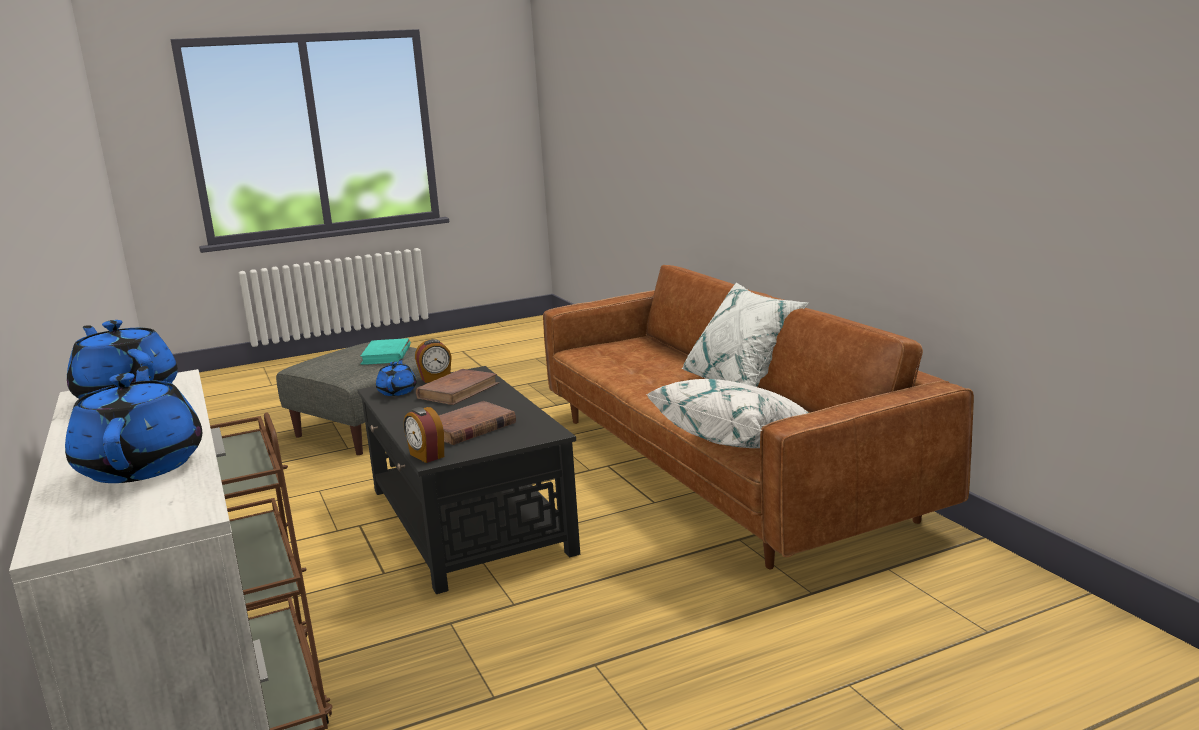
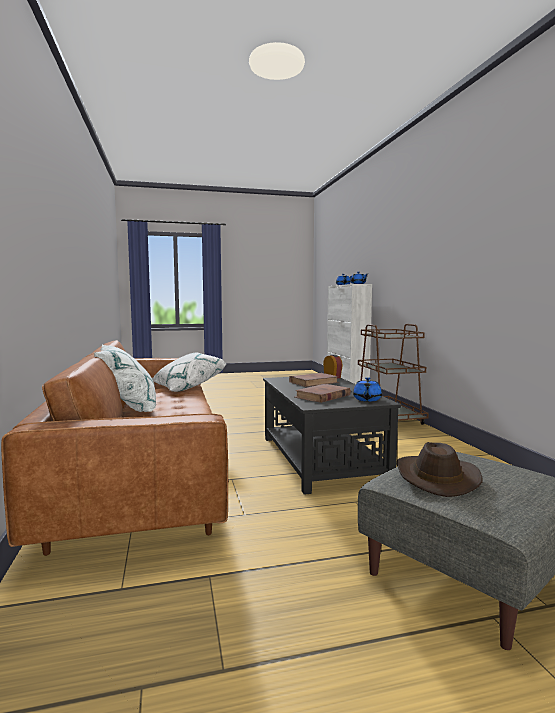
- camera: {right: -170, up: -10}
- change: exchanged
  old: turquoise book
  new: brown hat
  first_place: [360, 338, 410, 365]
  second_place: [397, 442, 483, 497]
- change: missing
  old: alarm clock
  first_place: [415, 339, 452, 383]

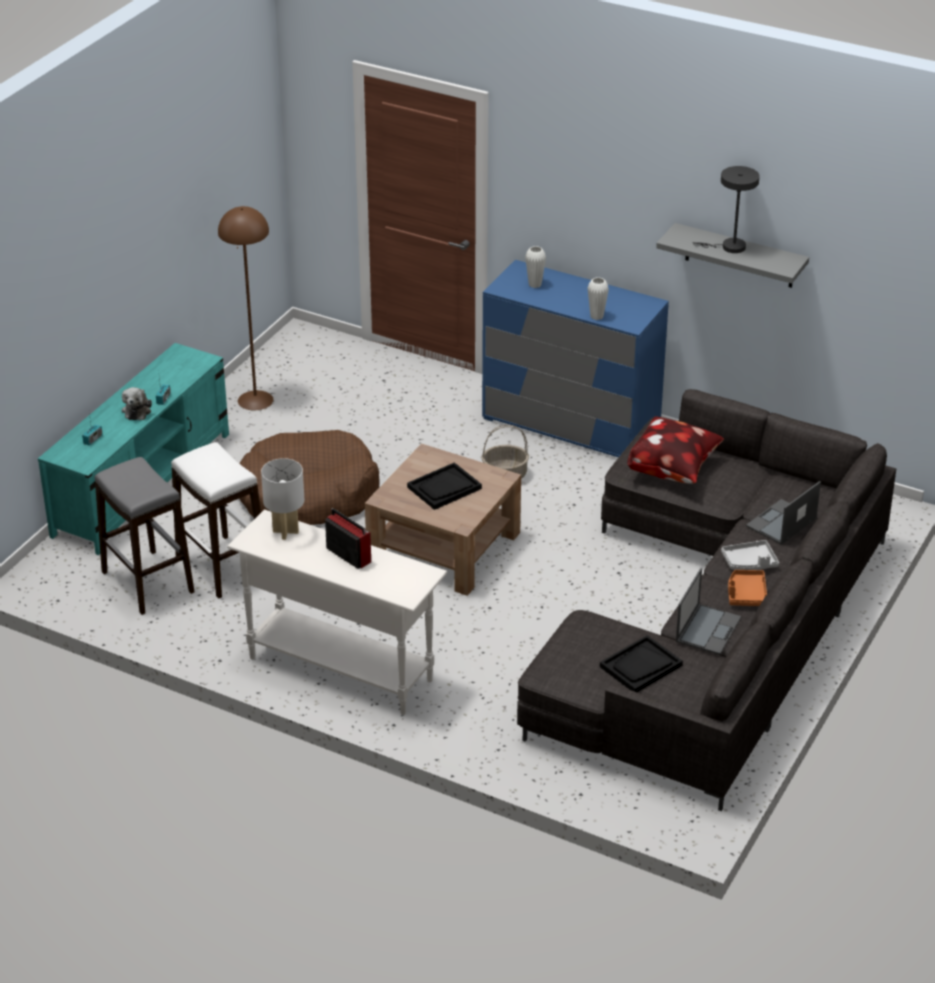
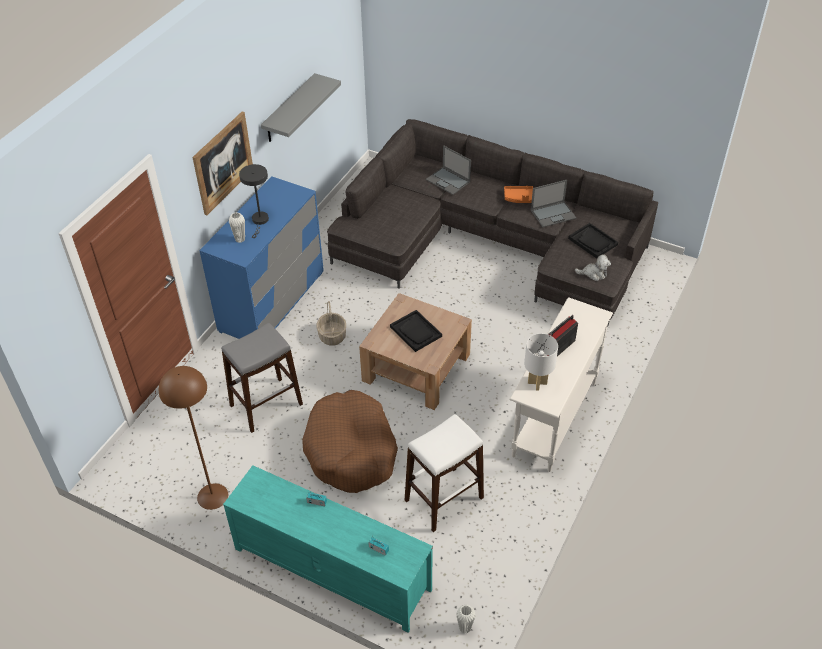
- camera: {right: -90, up: 10}
- change: appeared
  new: picture
  second_place: [192, 111, 253, 215]
- change: relocated
  old: grey stool
  first_place: [95, 457, 194, 615]
  second_place: [221, 323, 303, 433]
- change: relocated
  old: grey table lamp
  first_place: [693, 166, 760, 253]
  second_place: [239, 164, 269, 238]
- change: relocated
  old: white vase
  first_place: [588, 278, 609, 320]
  second_place: [456, 605, 476, 634]
- change: spun
  old: laptop
  first_place: [676, 568, 741, 655]
  second_place: [531, 180, 576, 227]
  degrees: 135
- change: relocated
  old: plush toy
  first_place: [122, 387, 152, 420]
  second_place: [575, 254, 611, 281]
- change: missing
  old: pillow
  first_place: [627, 416, 724, 484]
- change: missing
  old: grey tray
  first_place: [721, 540, 779, 570]

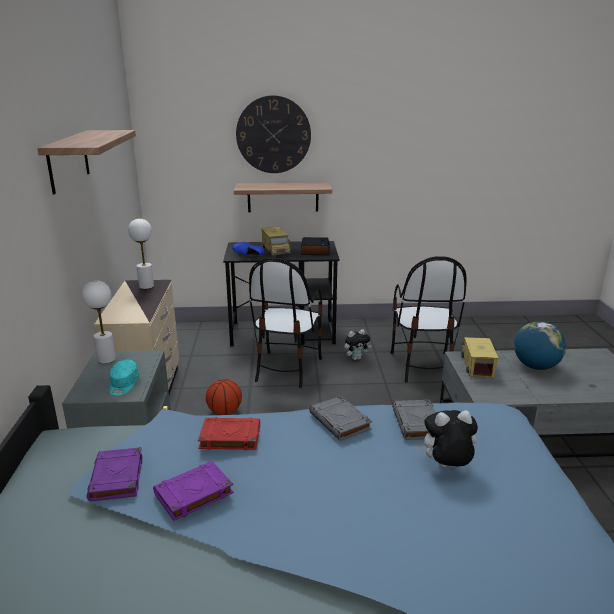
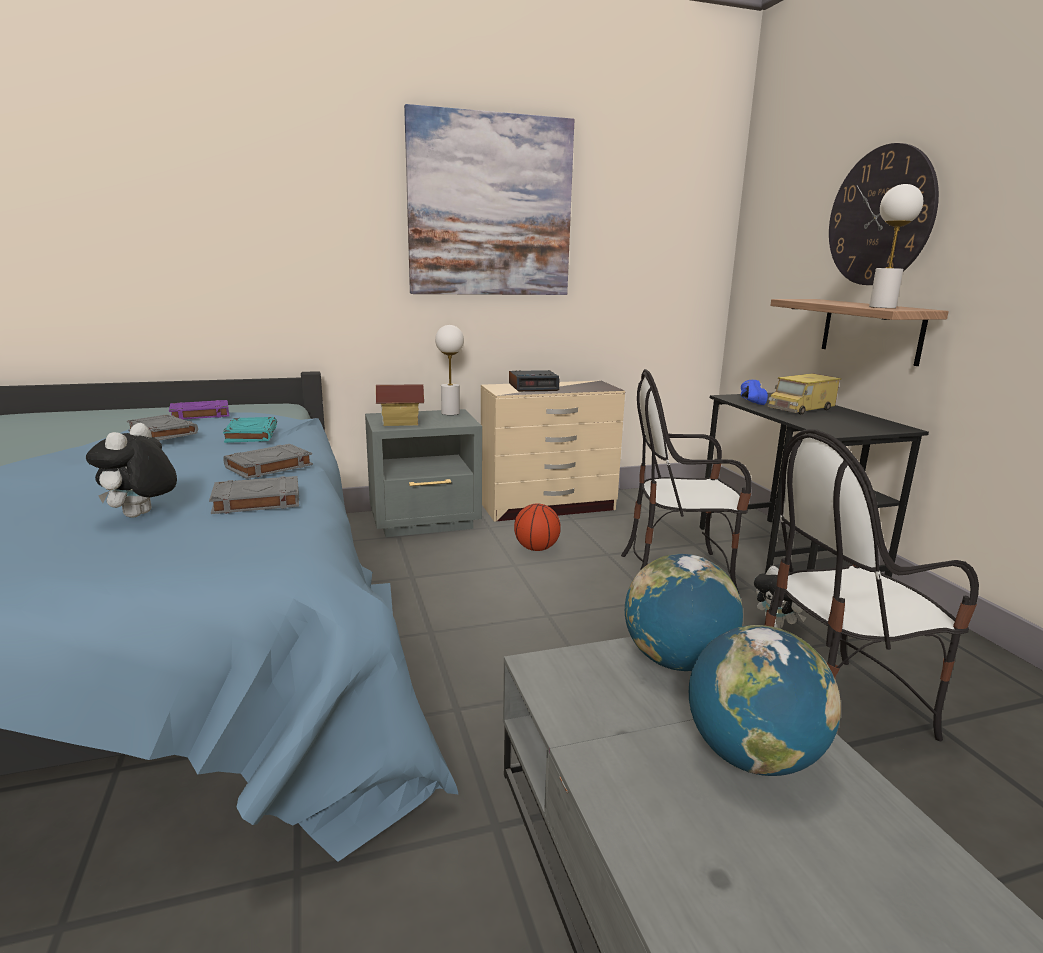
- camera: {right: 75, up: -5}
- change: spun
  old: plush toy
  first_place: [417, 410, 478, 467]
  second_place: [86, 423, 177, 518]
  degrees: -150
- change: colour
  old: purple book
  new: grey book
  first_place: [153, 461, 234, 521]
  second_place: [127, 414, 198, 441]
- change: colour
  old: red book
  new: turquoise book
  first_place: [198, 417, 260, 450]
  second_place: [223, 417, 277, 443]
- change: exchanged
  old: turquoise cap
  new: toy house
  first_place: [110, 360, 140, 396]
  second_place: [376, 384, 424, 426]
- change: exchanged
  old: shelf
  new: picture
  first_place: [37, 130, 136, 195]
  second_place: [404, 104, 575, 295]
- change: relocated
  old: alarm clock
  first_place: [301, 237, 330, 255]
  second_place: [509, 370, 560, 392]
- change: exchanged
  old: toy truck
  new: globe
  first_place: [461, 337, 499, 377]
  second_place: [625, 554, 743, 671]
- change: relocated
  old: white table lamp
  first_place: [128, 219, 154, 289]
  second_place: [869, 184, 923, 308]

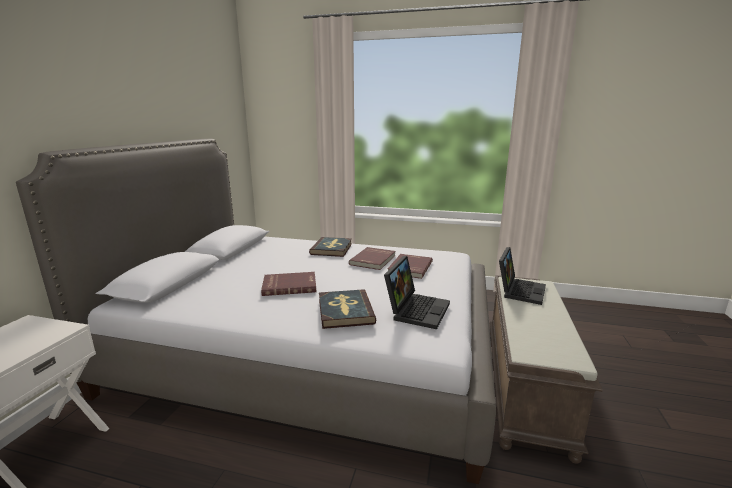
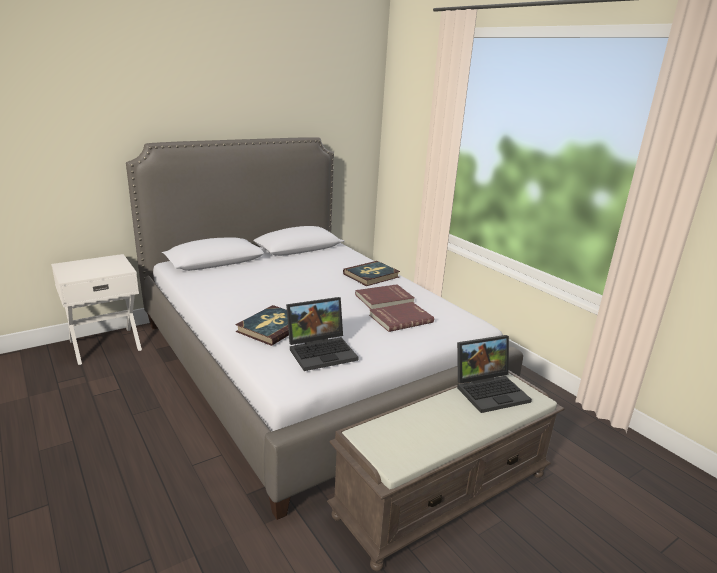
- camera: {right: 40, up: 5}
- change: missing
  old: red book
  first_place: [261, 272, 316, 296]

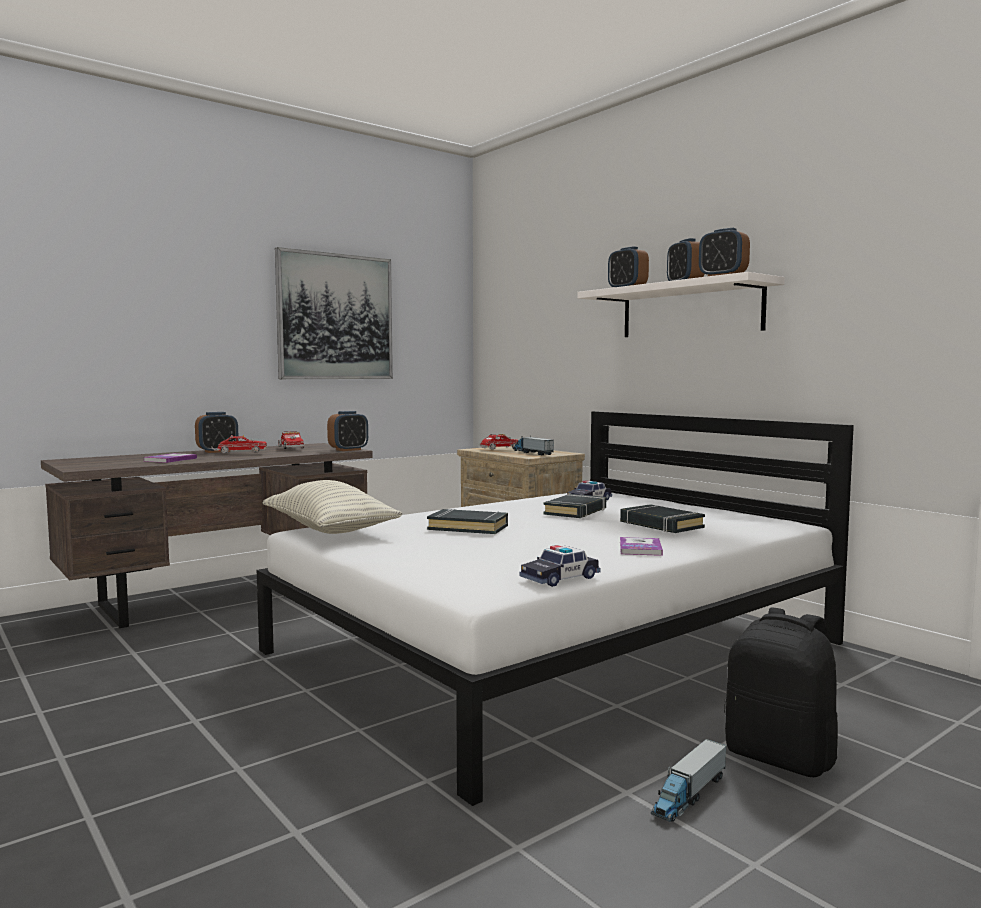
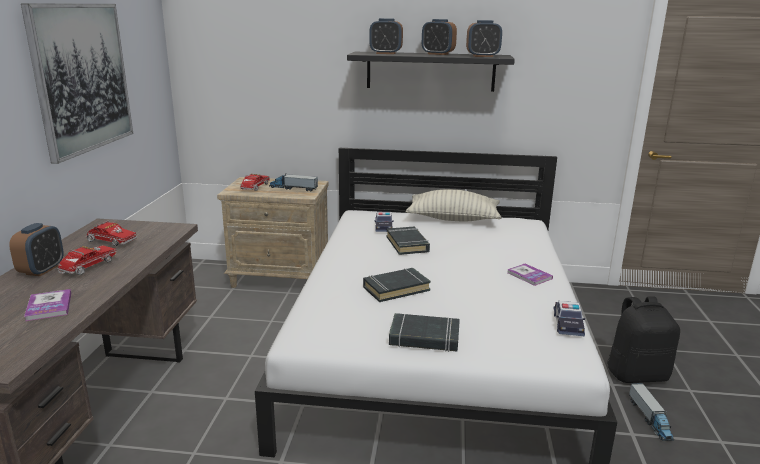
- camera: {right: -45, up: 15}
- change: colour
  old: white shelf
  new: black shelf
  first_place: [577, 272, 785, 337]
  second_place: [347, 52, 515, 92]
- change: relocated
  old: black book
  first_place: [620, 504, 705, 533]
  second_place: [389, 313, 460, 352]
- change: relocated
  old: pillow
  first_place: [263, 480, 402, 534]
  second_place: [405, 189, 501, 221]
- change: missing
  old: alarm clock
  first_place: [327, 411, 368, 451]

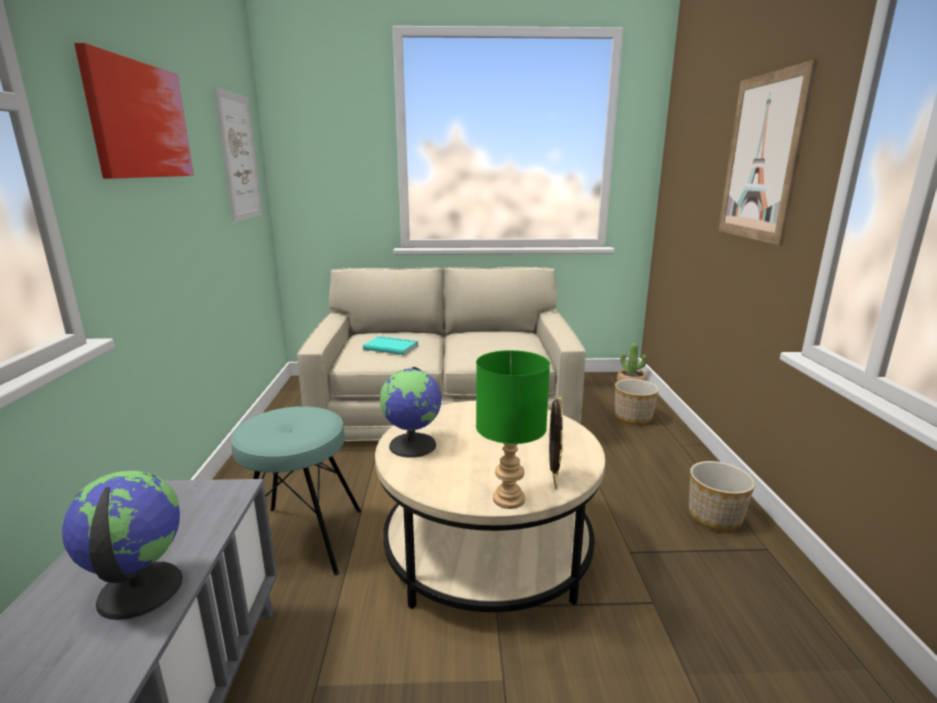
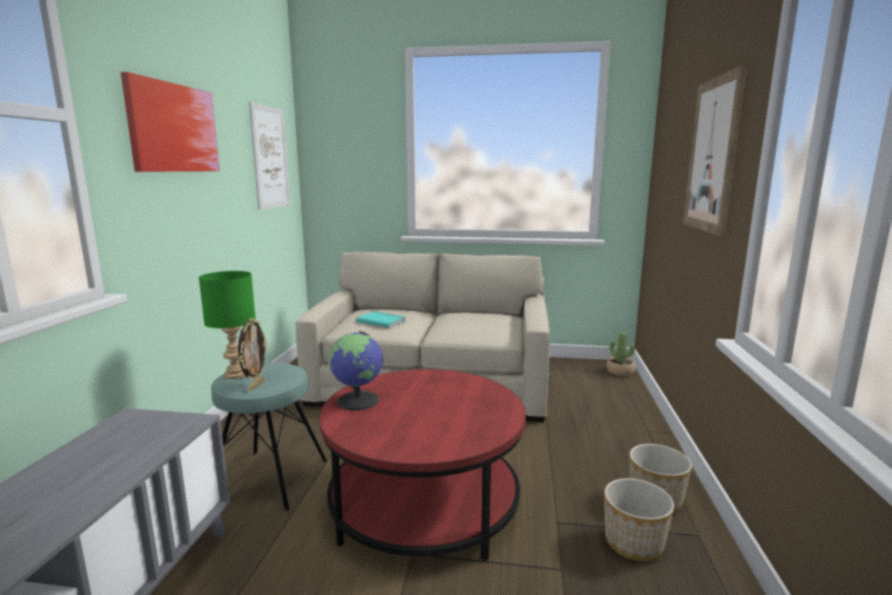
- camera: {right: 10, up: -5}
- change: relocated
  old: green table lamp
  first_place: [476, 350, 550, 509]
  second_place: [199, 271, 256, 379]
- change: relocated
  old: picture frame
  first_place: [549, 396, 563, 489]
  second_place: [238, 318, 268, 391]
- change: colour
  old: beige coffee table
  new: red coffee table
  first_place: [375, 401, 605, 612]
  second_place: [319, 369, 526, 562]
- change: relocated
  old: planter
  first_place: [615, 379, 659, 425]
  second_place: [604, 478, 674, 561]
- change: missing
  old: globe
  first_place: [62, 471, 183, 620]

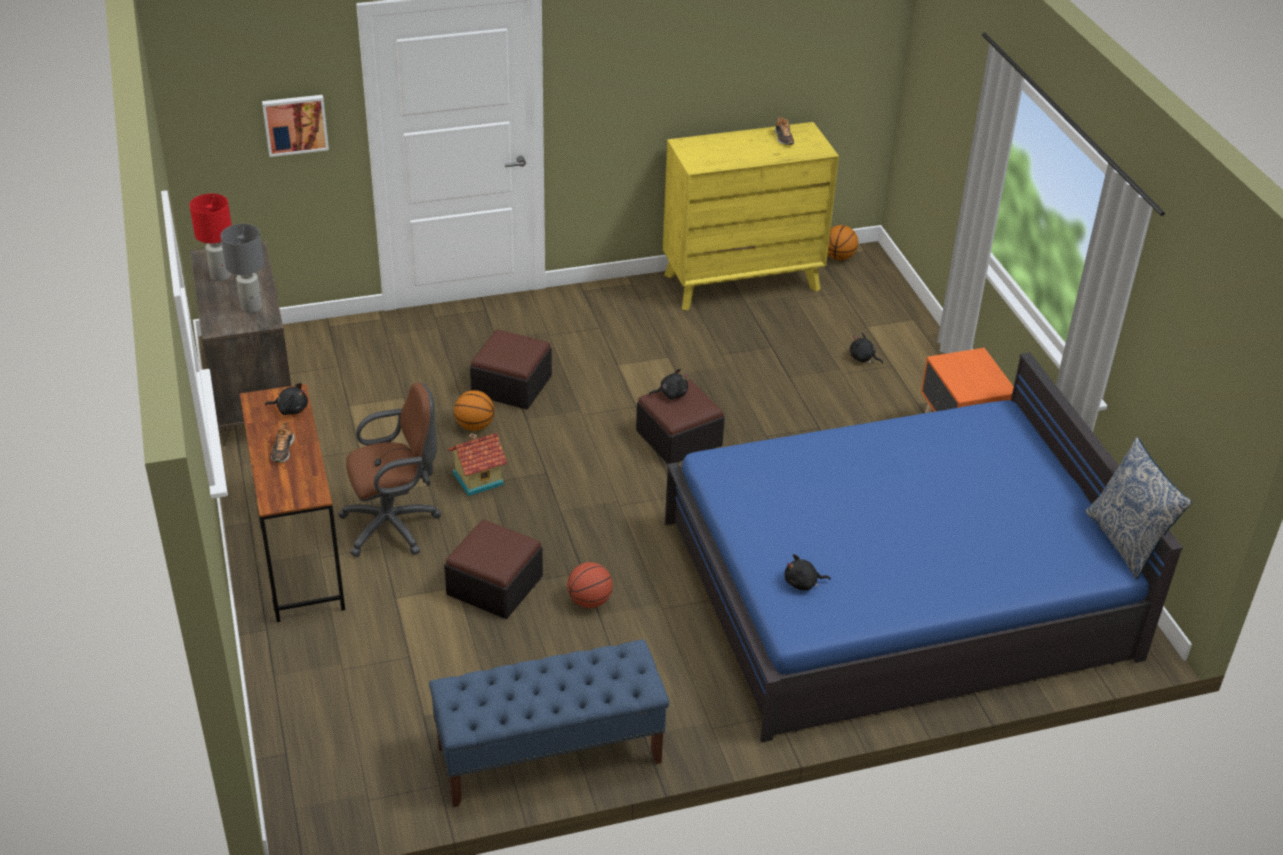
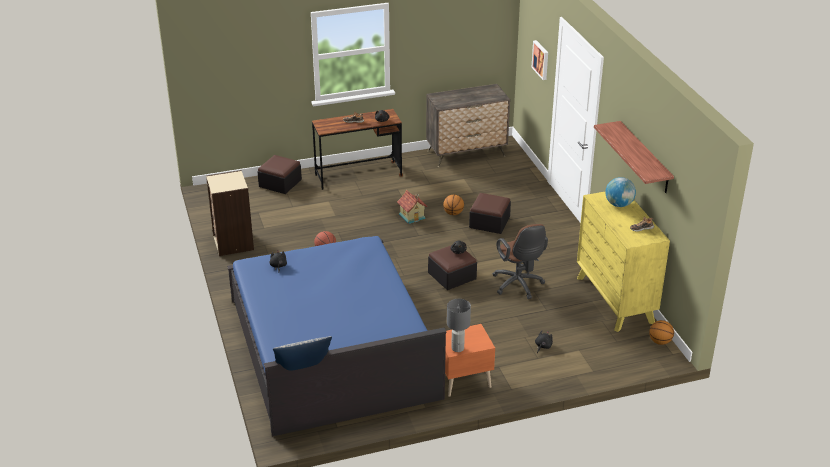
- camera: {right: 90, up: -5}
- change: exchanged
  old: blue bench
  new: beige bookcase
  first_place: [429, 640, 669, 807]
  second_place: [206, 170, 254, 256]
- change: relocated
  old: ottoman
  first_place: [444, 520, 543, 619]
  second_place: [257, 155, 302, 194]
- change: relocated
  old: grey table lamp
  first_place: [221, 224, 264, 313]
  second_place: [447, 299, 471, 352]
- change: relocated
  old: brown office chair
  first_place: [338, 382, 441, 557]
  second_place: [493, 224, 548, 299]
- change: appeared
  new: shelf
  second_place: [594, 121, 674, 193]
- change: appeared
  new: globe
  second_place: [606, 177, 636, 207]
- change: missing
  old: red table lamp
  first_place: [190, 193, 232, 281]

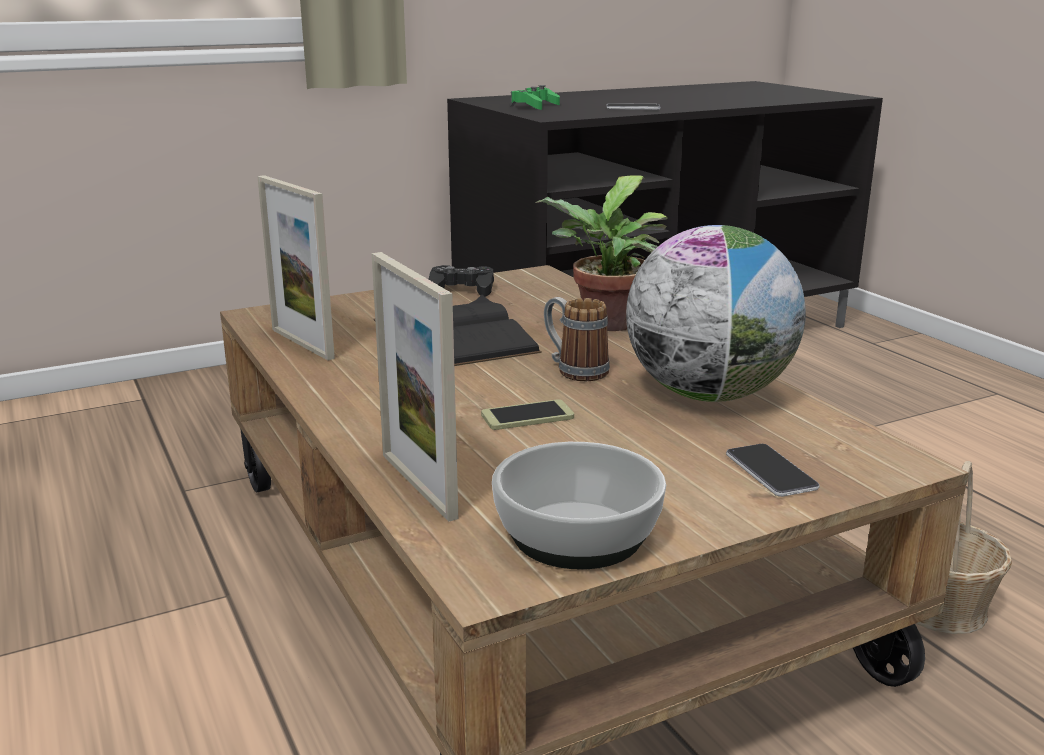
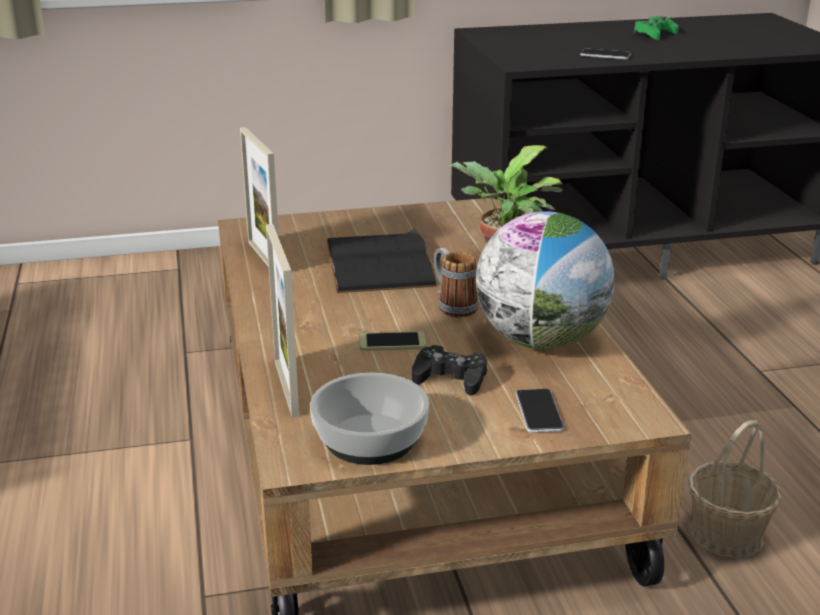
- camera: {right: 15, up: 5}
- change: relocated
  old: black game controller
  first_place: [429, 265, 494, 297]
  second_place: [412, 345, 487, 396]
- change: relocated
  old: green game controller
  first_place: [511, 85, 560, 110]
  second_place: [634, 16, 678, 40]

